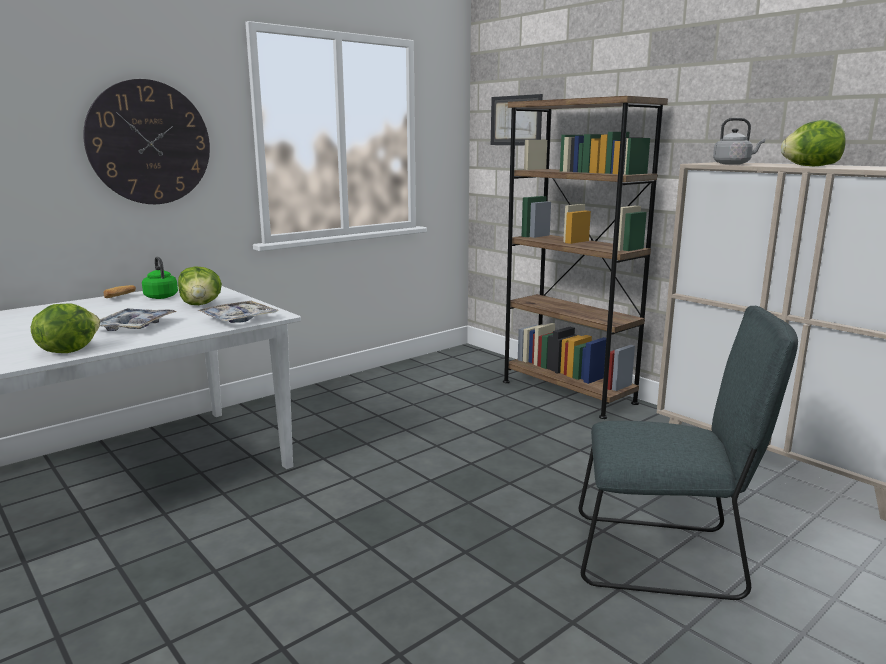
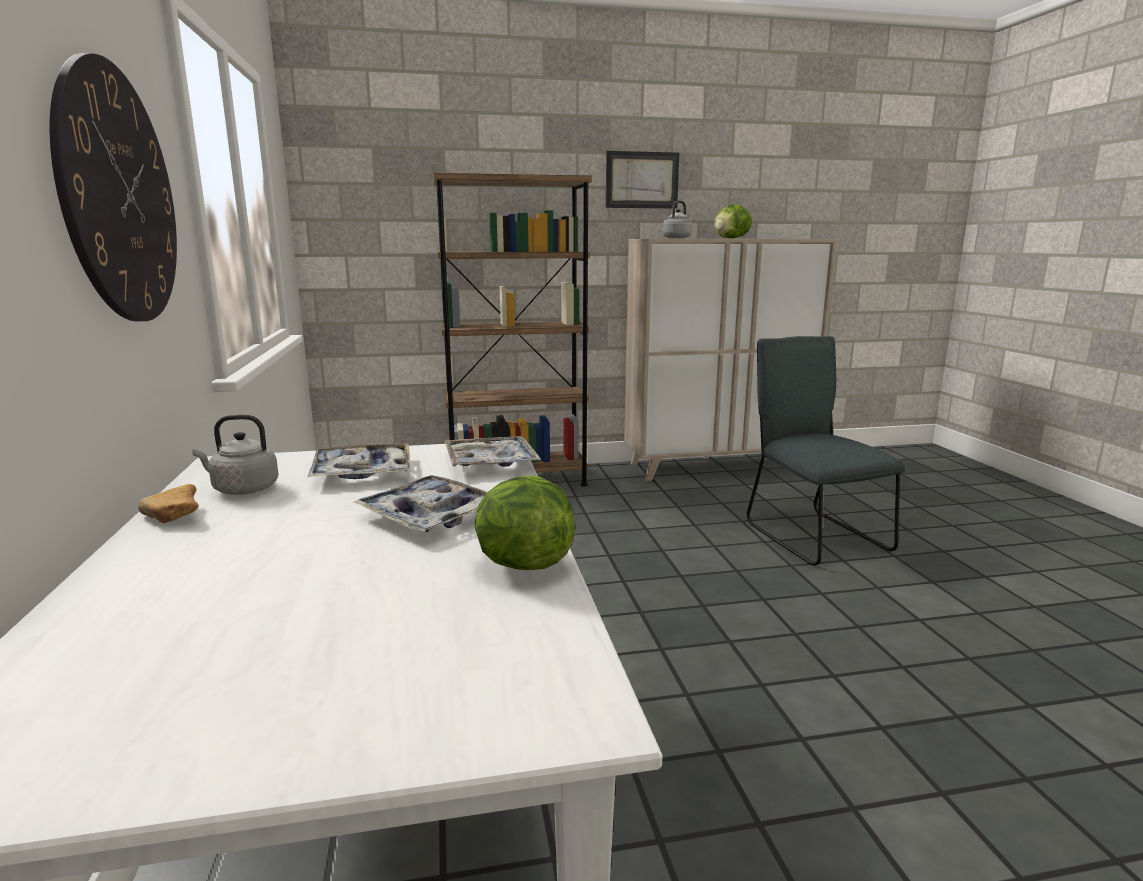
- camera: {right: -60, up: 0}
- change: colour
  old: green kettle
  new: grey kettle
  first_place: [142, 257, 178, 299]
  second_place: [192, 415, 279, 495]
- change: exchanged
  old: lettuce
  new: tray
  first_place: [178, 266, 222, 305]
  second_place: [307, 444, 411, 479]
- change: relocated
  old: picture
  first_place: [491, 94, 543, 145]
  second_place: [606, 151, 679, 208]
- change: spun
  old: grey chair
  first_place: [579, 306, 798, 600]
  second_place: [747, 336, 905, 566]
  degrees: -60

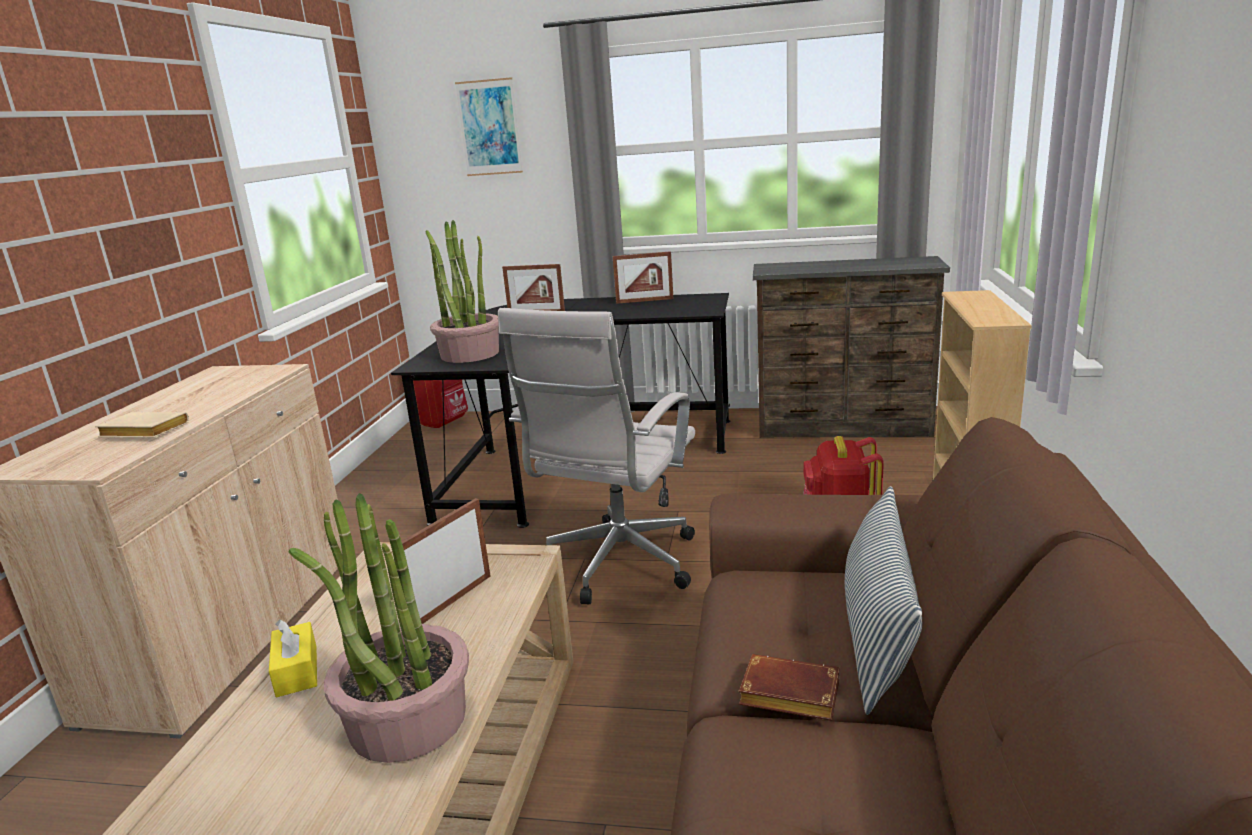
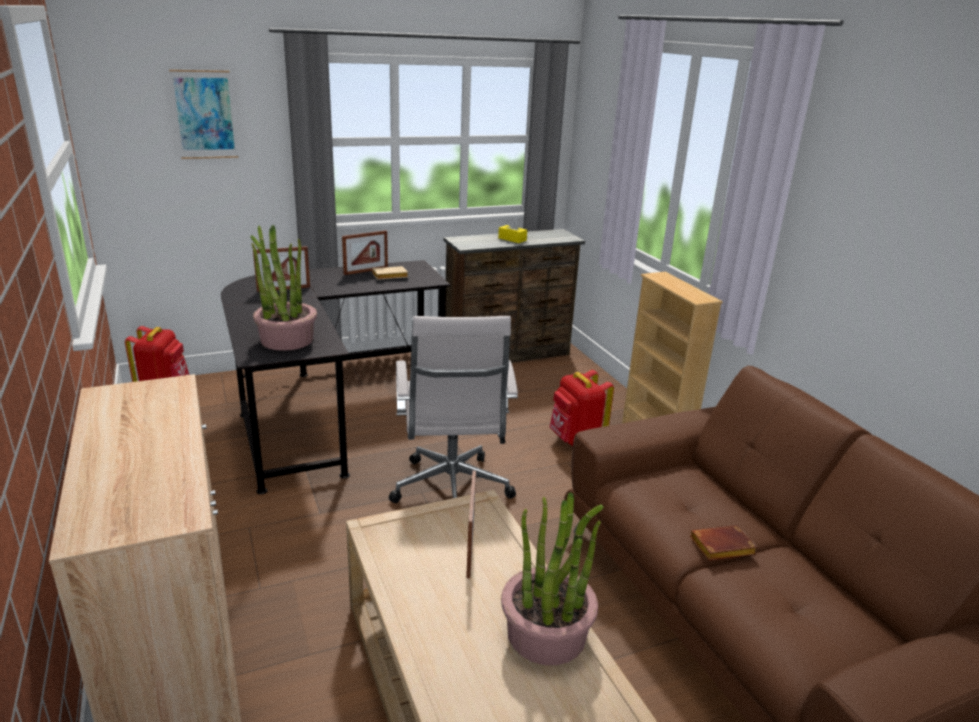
- camera: {right: -35, up: 5}
- change: relocated
  old: beige book
  first_place: [95, 412, 189, 438]
  second_place: [372, 266, 408, 280]
- change: relocated
  old: yellow tissue box
  first_place: [269, 619, 317, 697]
  second_place: [498, 218, 527, 243]
- change: missing
  old: pillow
  first_place: [845, 486, 922, 715]

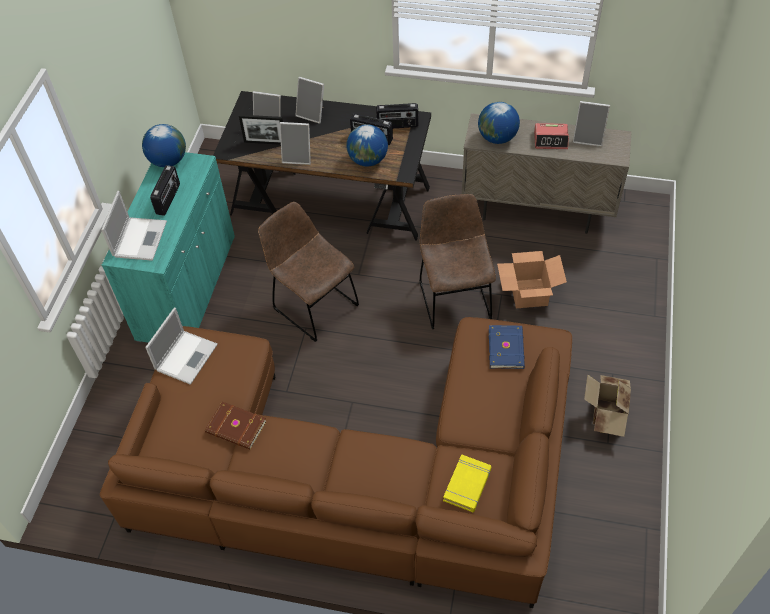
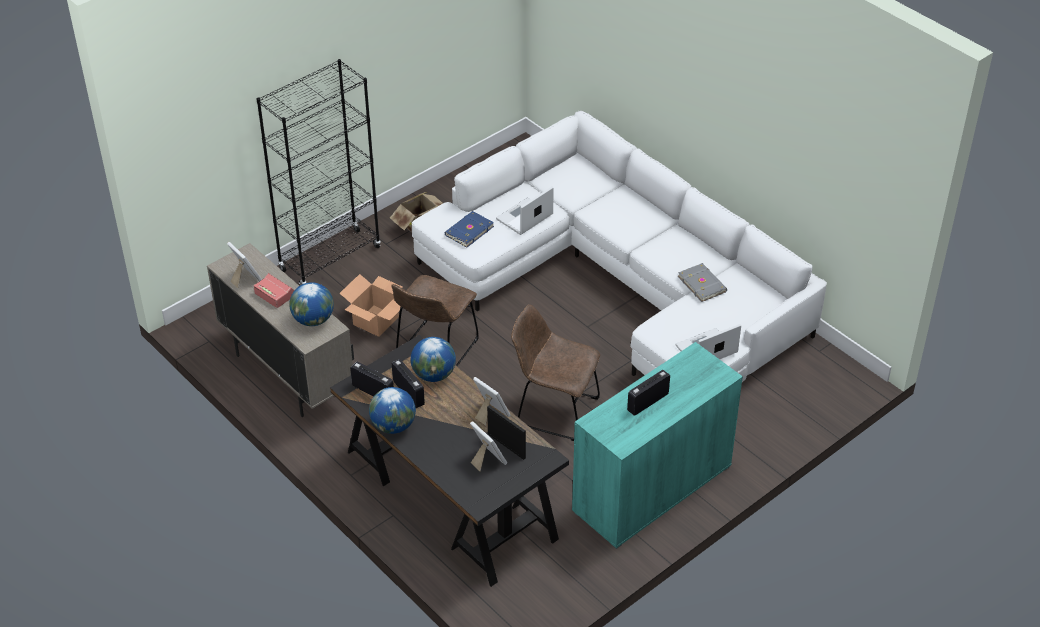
- camera: {right: -145, up: -10}
- change: appeared
  new: black bookcase
  second_place: [257, 59, 381, 285]
- change: relocated
  old: globe
  first_place: [142, 124, 186, 167]
  second_place: [369, 387, 416, 434]
- change: colour
  old: brown sofa
  new: white sofa
  first_place: [100, 317, 572, 608]
  second_place: [412, 111, 827, 382]
- change: relocated
  old: laptop
  first_place: [101, 191, 167, 261]
  second_place: [496, 186, 554, 235]
- change: spun
  old: brown chair
  first_place: [258, 202, 359, 342]
  second_place: [511, 305, 600, 441]
  degrees: 120
- change: colour
  old: brown book
  new: grey book
  first_place: [205, 402, 267, 450]
  second_place: [678, 263, 727, 302]
- change: missing
  old: picture frame
  first_place: [295, 77, 324, 124]
- change: missing
  old: yellow book
  first_place: [443, 454, 491, 512]

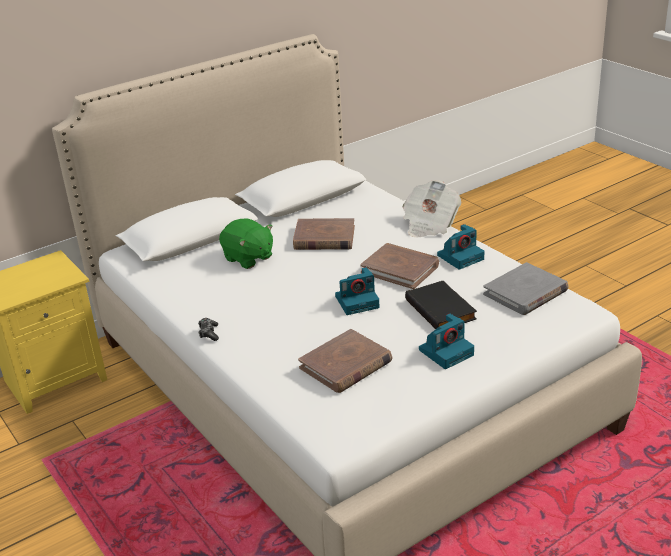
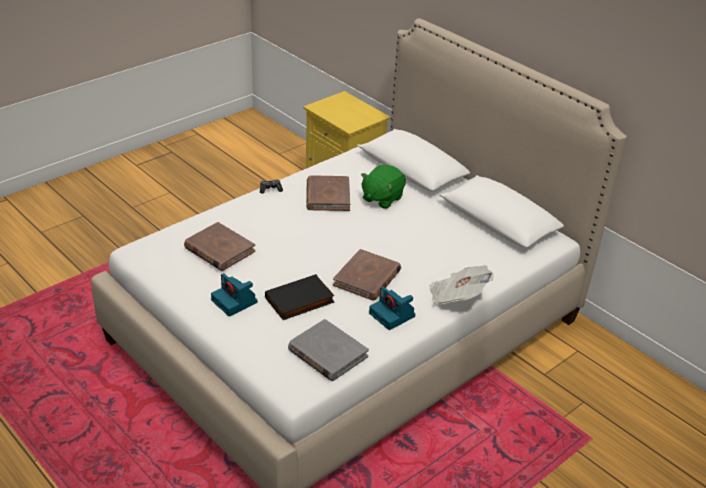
- camera: {right: 80, up: 5}
- change: relocated
  old: brown book
  first_place: [293, 218, 355, 250]
  second_place: [306, 175, 350, 211]
- change: missing
  old: photo camera
  first_place: [335, 267, 380, 315]

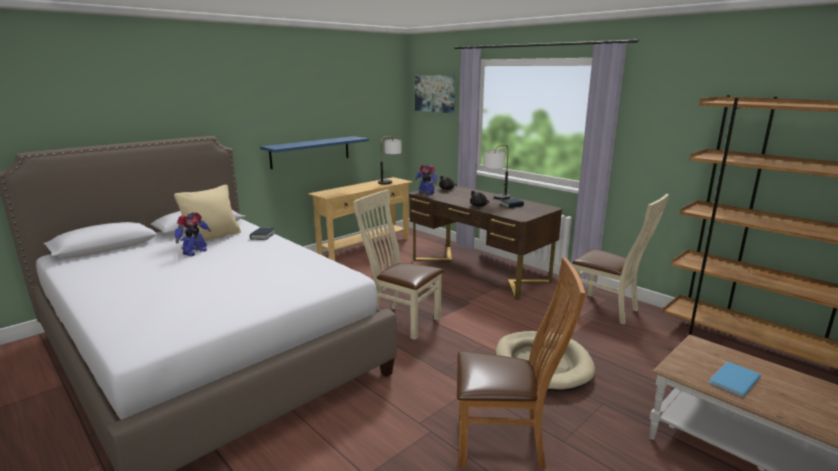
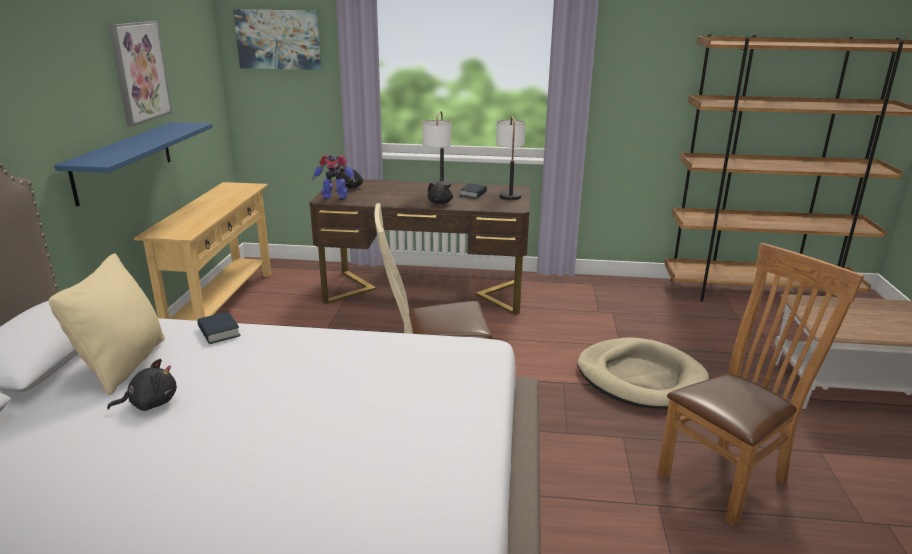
- camera: {right: -40, up: 5}
- change: exchanged
  old: toy robot
  new: black plush toy
  first_place: [174, 212, 211, 256]
  second_place: [107, 359, 177, 411]
- change: appeared
  new: picture
  second_place: [109, 21, 172, 126]
- change: relocated
  old: table lamp
  first_place: [378, 136, 401, 184]
  second_place: [496, 116, 526, 200]
- change: missing
  old: beige chair
  first_place: [570, 194, 669, 324]
- change: missing
  old: blue book
  first_place: [709, 362, 761, 397]

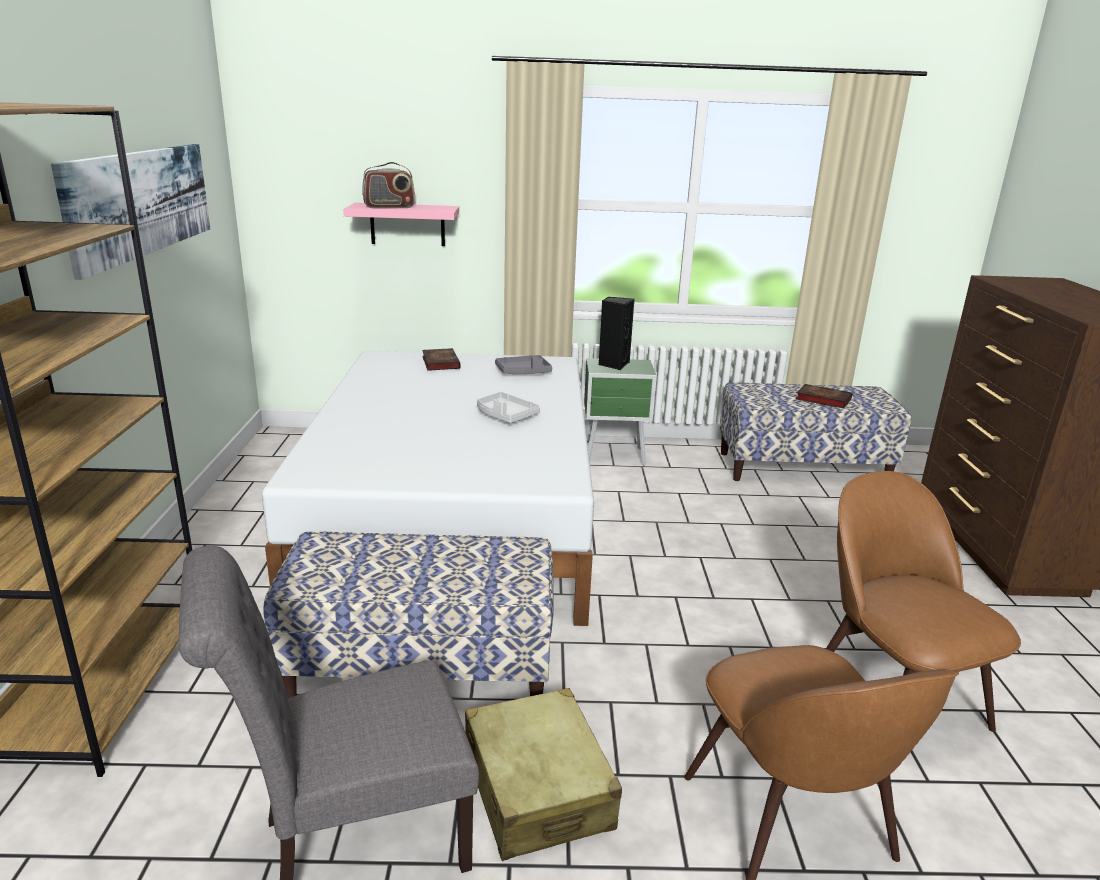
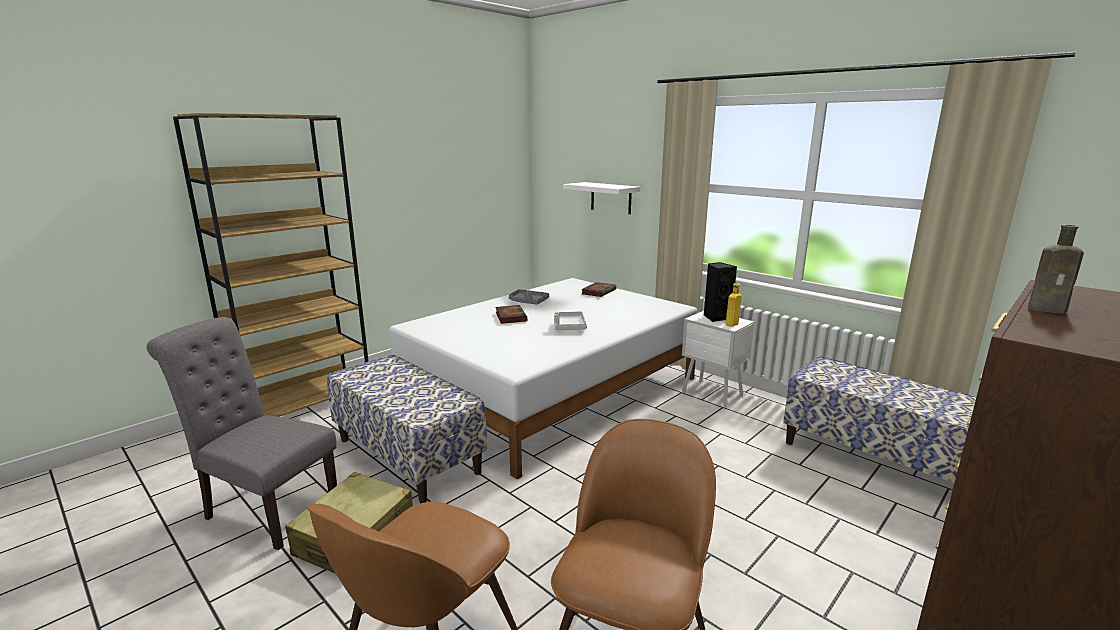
- camera: {right: 45, up: -5}
- change: relocated
  old: book
  first_place: [796, 384, 853, 409]
  second_place: [495, 305, 528, 324]
- change: relocated
  old: grey tray
  first_place: [495, 355, 552, 374]
  second_place: [509, 289, 549, 305]
- change: colour
  old: pink shelf
  new: white shelf
  first_place: [343, 203, 459, 246]
  second_place: [563, 182, 640, 214]
- change: colour
  old: green nightstand
  new: white nightstand
  first_place: [584, 358, 656, 466]
  second_place: [682, 311, 754, 408]
- change: appeared
  new: yellow bottle
  second_place: [726, 283, 742, 327]
- change: appeared
  new: brown bottle
  second_place: [1028, 225, 1084, 314]
- change: missing
  old: picture
  first_place: [51, 144, 210, 280]
- change: missing
  old: radio
  first_place: [362, 162, 415, 208]

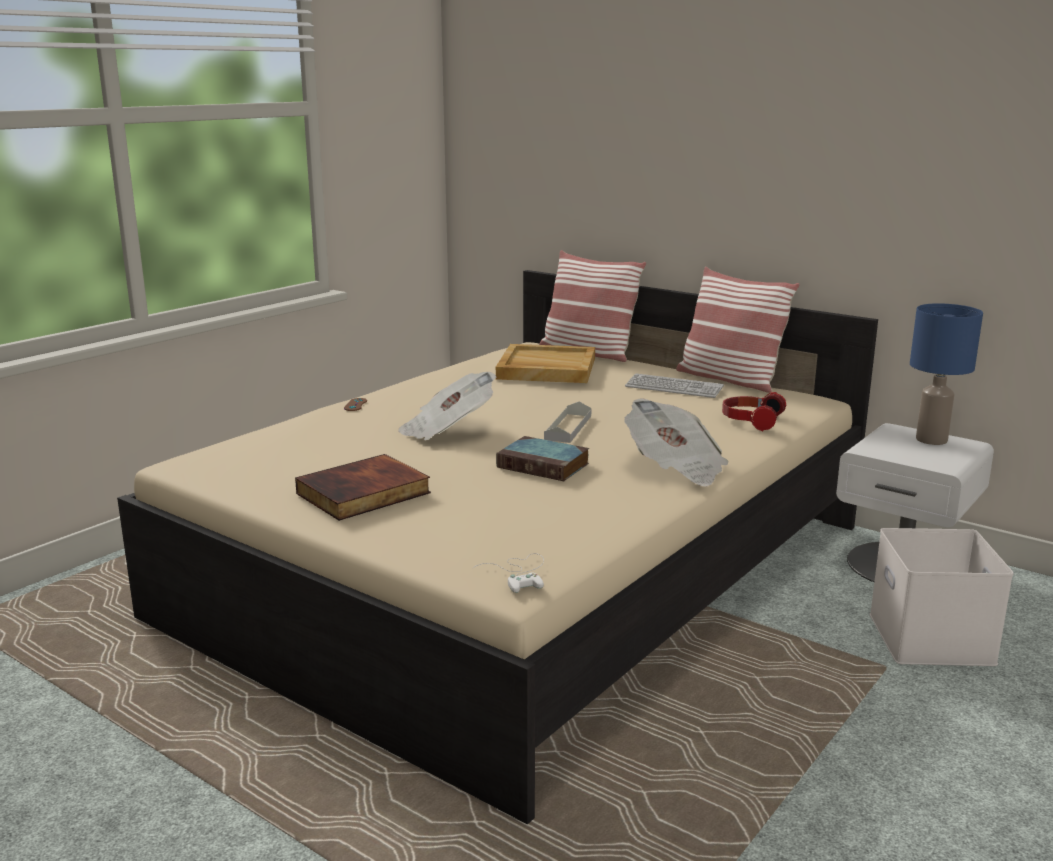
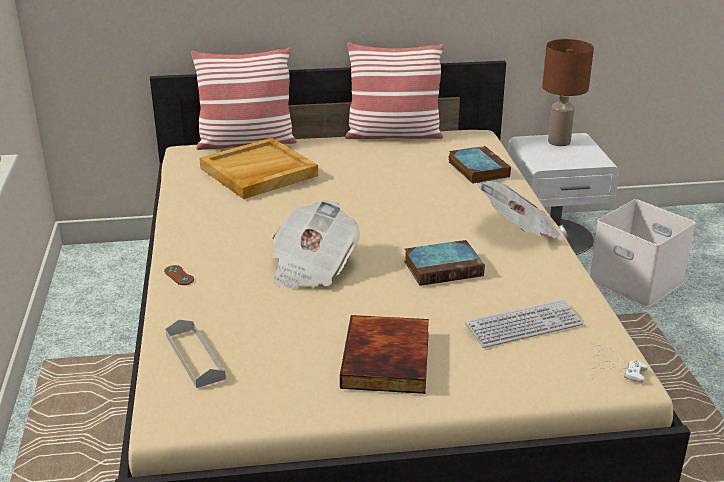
- camera: {right: -45, up: 10}
- change: relocated
  old: grey tray
  first_place: [544, 402, 591, 443]
  second_place: [165, 320, 226, 388]
- change: exchanged
  old: headphones
  new: book
  first_place: [722, 392, 786, 431]
  second_place: [449, 146, 511, 184]
- change: relocated
  old: keyboard
  first_place: [625, 373, 724, 398]
  second_place: [465, 300, 583, 348]
- change: colour
  old: blue table lamp
  new: brown table lamp
  first_place: [910, 303, 983, 445]
  second_place: [542, 39, 594, 146]

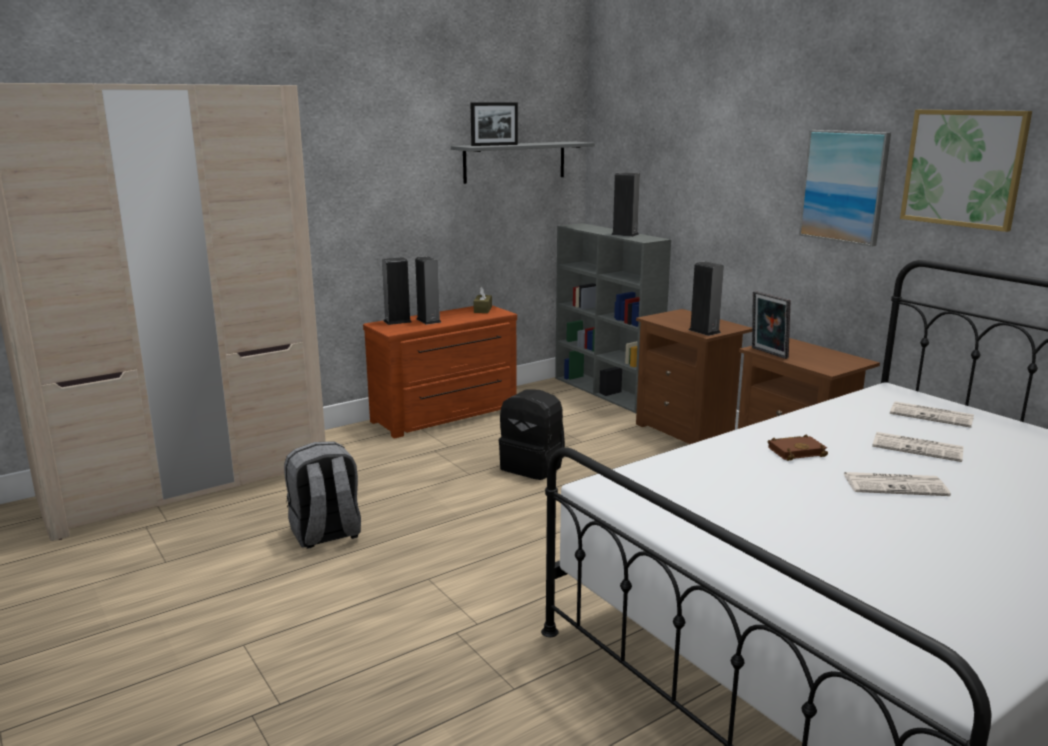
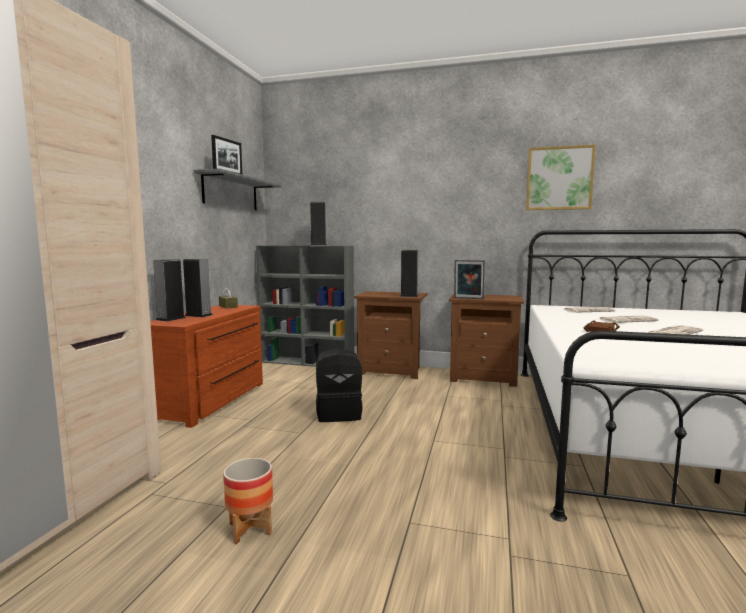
- camera: {right: -40, up: -10}
- change: exchanged
  old: grey backpack
  new: planter
  first_place: [284, 441, 361, 549]
  second_place: [223, 458, 273, 544]
- change: missing
  old: picture
  first_place: [799, 130, 891, 247]

